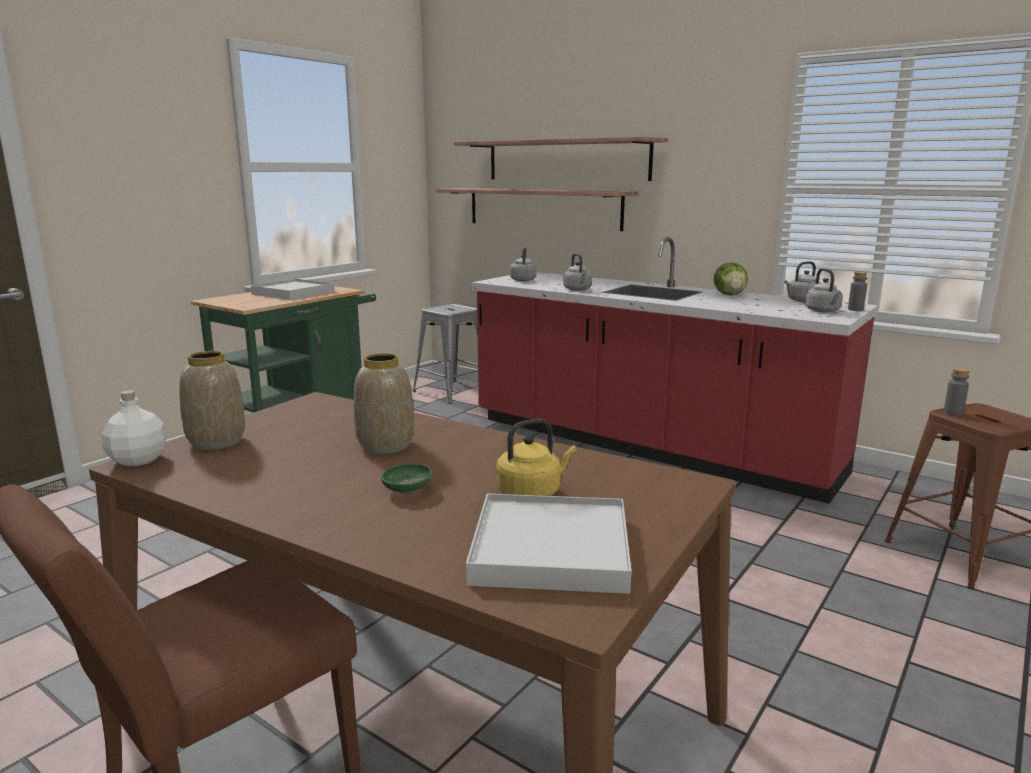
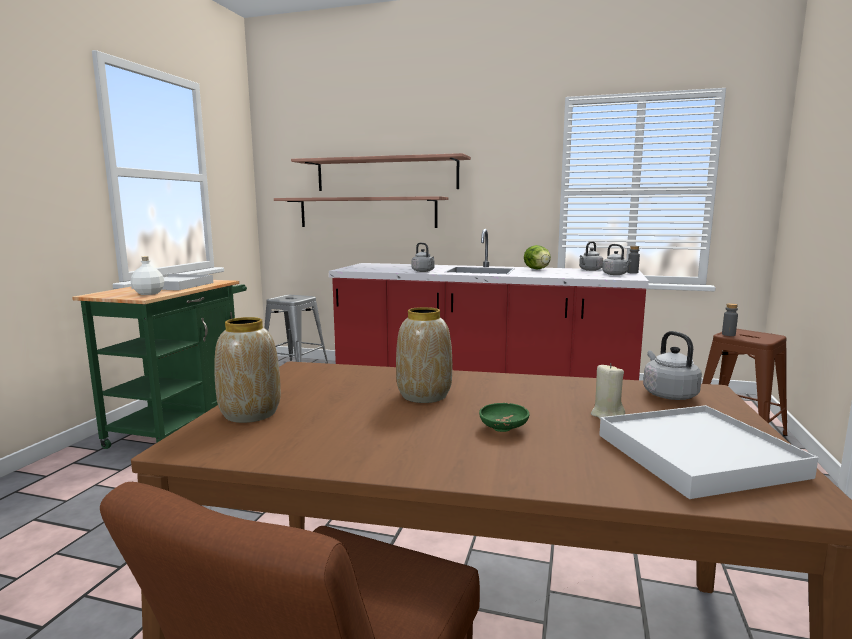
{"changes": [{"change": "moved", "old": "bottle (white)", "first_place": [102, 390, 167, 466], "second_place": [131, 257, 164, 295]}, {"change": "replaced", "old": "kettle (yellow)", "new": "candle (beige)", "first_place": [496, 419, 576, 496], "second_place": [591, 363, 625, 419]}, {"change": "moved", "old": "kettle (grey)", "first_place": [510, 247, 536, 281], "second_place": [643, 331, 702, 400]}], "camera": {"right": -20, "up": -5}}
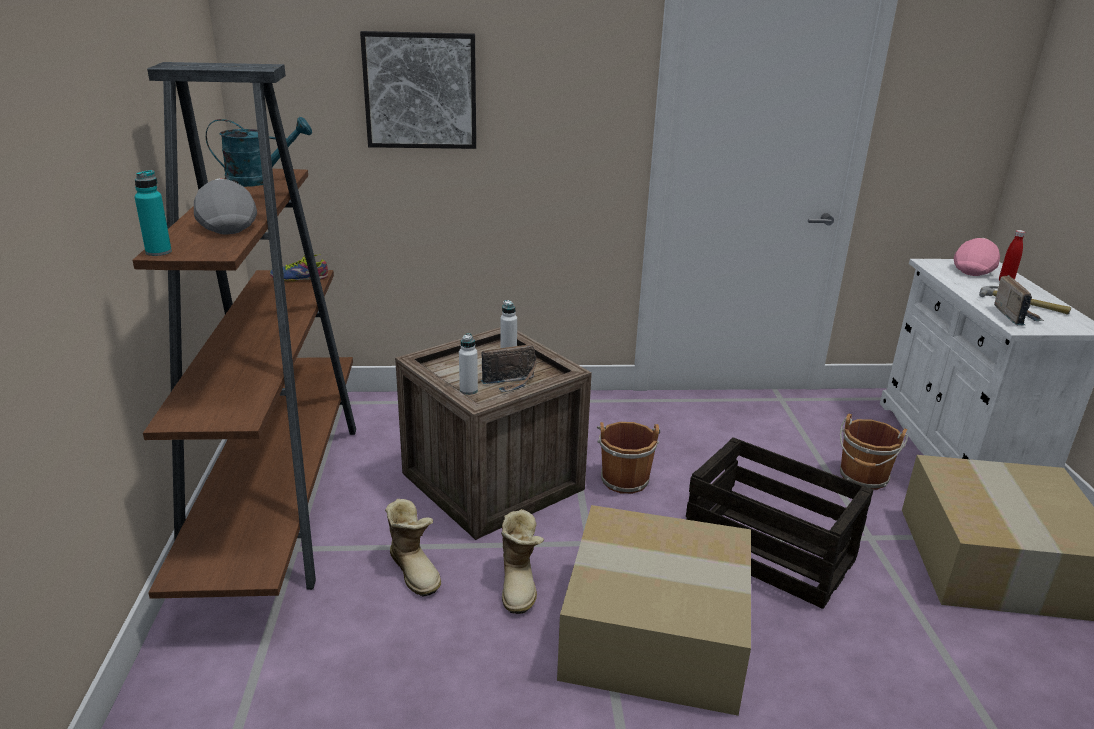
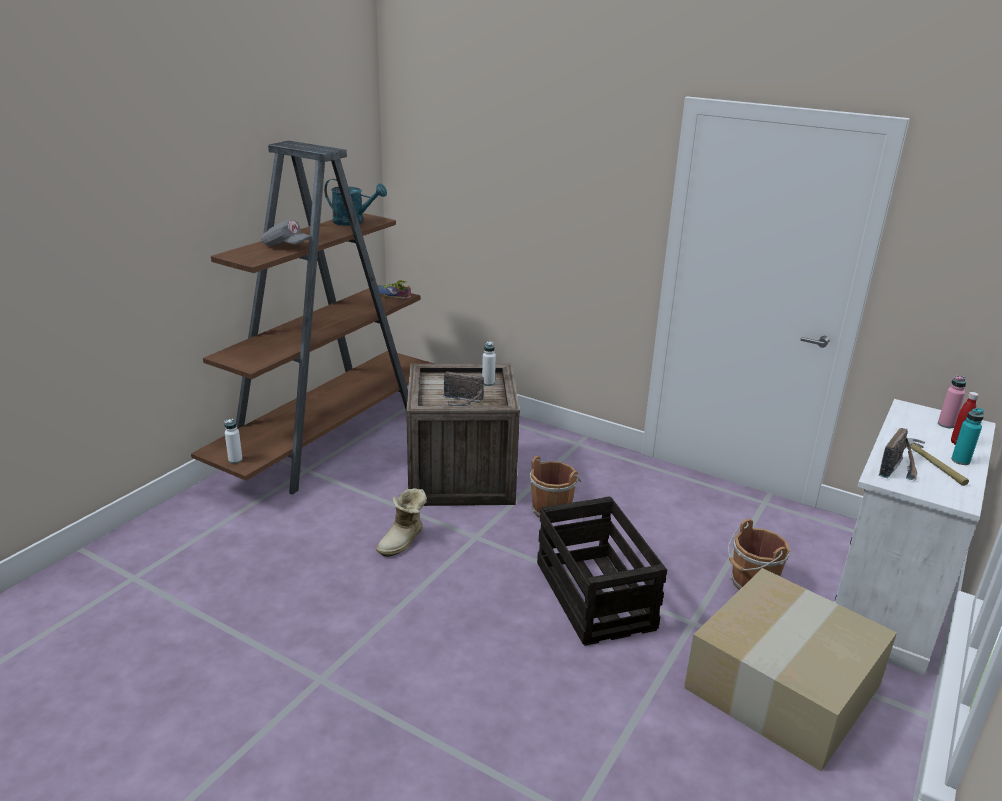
{"changes": [{"change": "moved", "old": "bottle (turquoise)", "first_place": [135, 170, 172, 256], "second_place": [951, 408, 984, 465]}, {"change": "turned", "old": "cap (grey)", "first_place": [194, 179, 257, 235], "second_place": [261, 219, 311, 246], "degrees": 105}, {"change": "removed", "old": "picture", "first_place": [360, 31, 476, 149]}, {"change": "removed", "old": "boot", "first_place": [385, 499, 441, 596]}, {"change": "moved", "old": "bottle (white)", "first_place": [459, 334, 478, 395], "second_place": [224, 419, 243, 463]}, {"change": "removed", "old": "cardboard box", "first_place": [557, 505, 751, 716]}, {"change": "replaced", "old": "cap (pink)", "new": "bottle (pink)", "first_place": [954, 238, 1000, 276], "second_place": [938, 376, 966, 428]}], "camera": {"right": 35, "up": 0}}
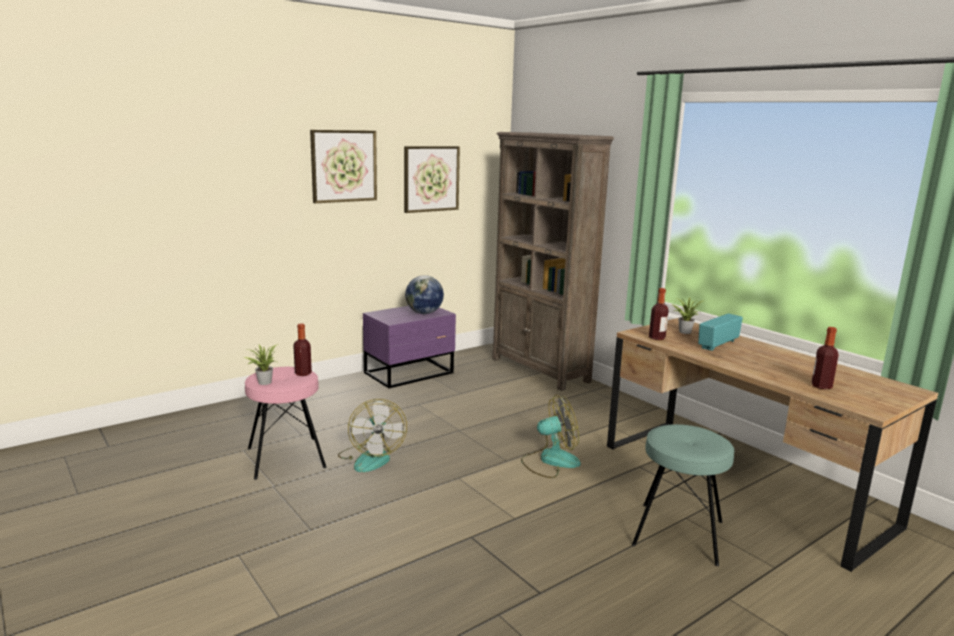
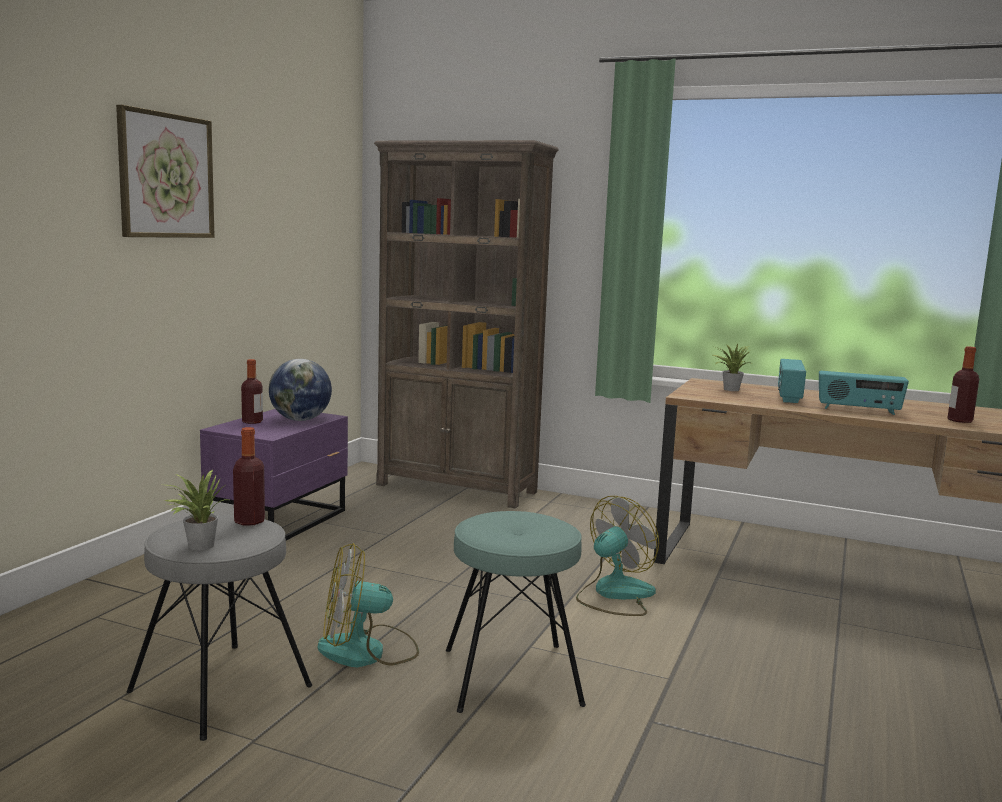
{"changes": [{"change": "recoloured", "old": "stool (pink)", "new": "stool (grey)", "first_place": [245, 367, 326, 480], "second_place": [127, 515, 312, 741]}, {"change": "turned", "old": "fan", "first_place": [338, 399, 407, 472], "second_place": [317, 543, 419, 667], "degrees": 120}, {"change": "removed", "old": "picture", "first_place": [404, 146, 460, 213]}, {"change": "moved", "old": "stool (turquoise)", "first_place": [632, 424, 734, 566], "second_place": [446, 511, 586, 713]}, {"change": "moved", "old": "bottle", "first_place": [649, 288, 669, 340], "second_place": [241, 359, 263, 424]}, {"change": "added", "new": "radio", "second_place": [819, 371, 909, 415]}], "camera": {"right": -30, "up": -5}}
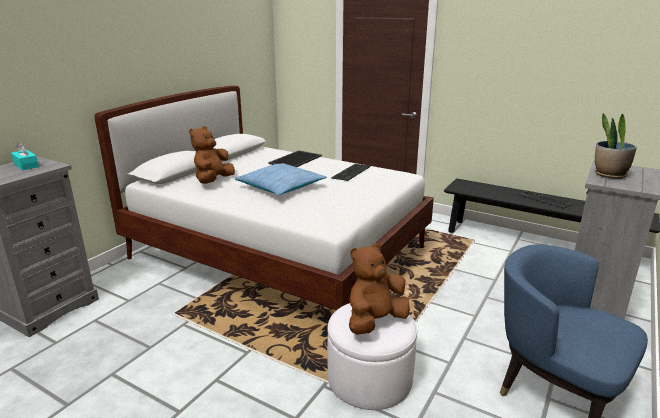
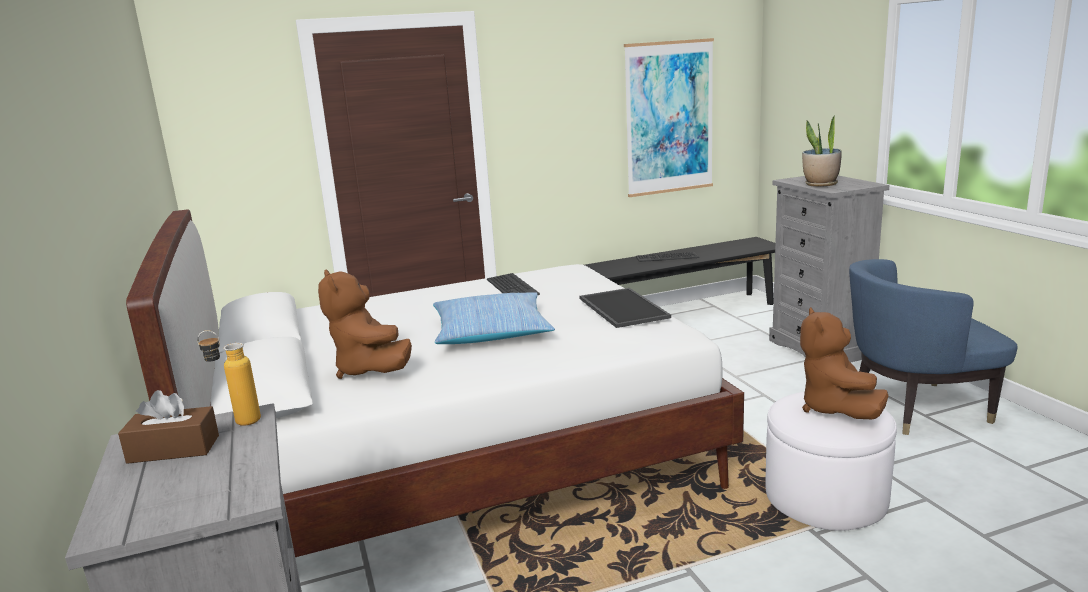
{"changes": [{"change": "recoloured", "old": "tissue box (turquoise)", "new": "tissue box (brown)", "first_place": [11, 143, 39, 170], "second_place": [118, 390, 219, 464]}, {"change": "moved", "old": "tray", "first_place": [269, 150, 322, 167], "second_place": [579, 288, 671, 328]}, {"change": "added", "new": "bottle", "second_place": [197, 330, 261, 426]}, {"change": "added", "new": "picture", "second_place": [624, 38, 714, 197]}], "camera": {"right": -50, "up": -5}}
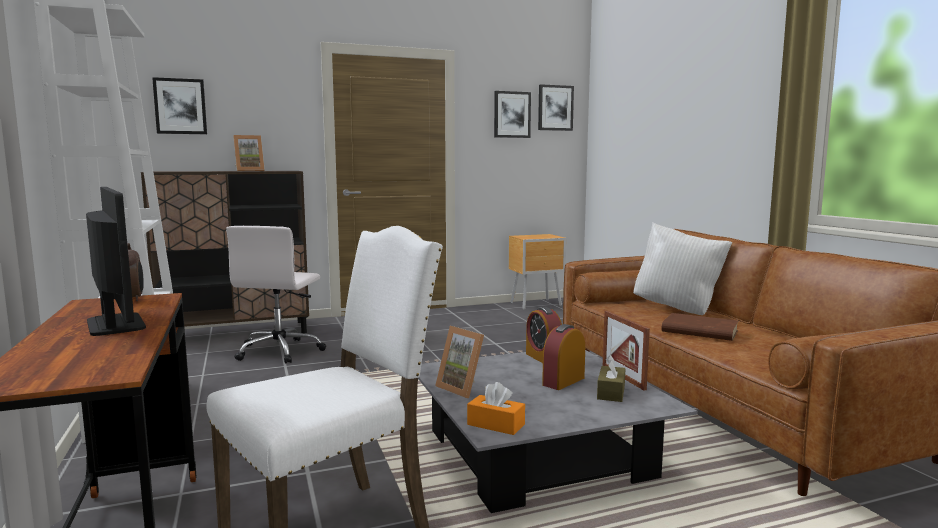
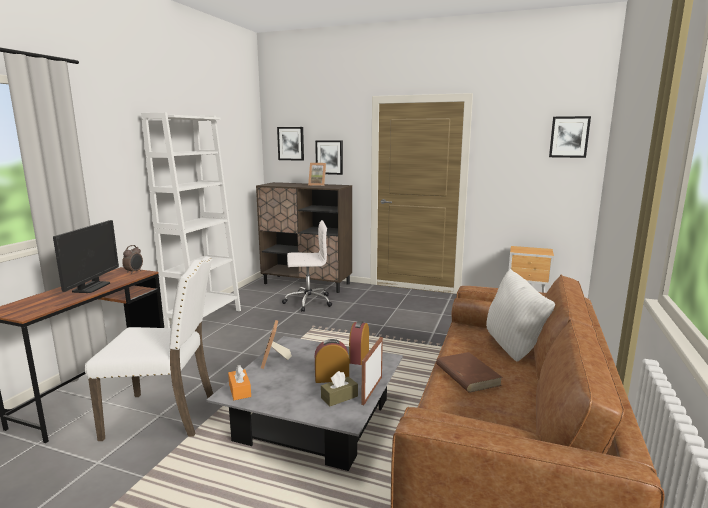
{"changes": [{"change": "turned", "old": "office chair (white)", "first_place": [226, 226, 326, 364], "second_place": [282, 220, 332, 312], "degrees": -150}, {"change": "moved", "old": "picture", "first_place": [494, 91, 531, 138], "second_place": [315, 140, 343, 175]}], "camera": {"right": 40, "up": 5}}
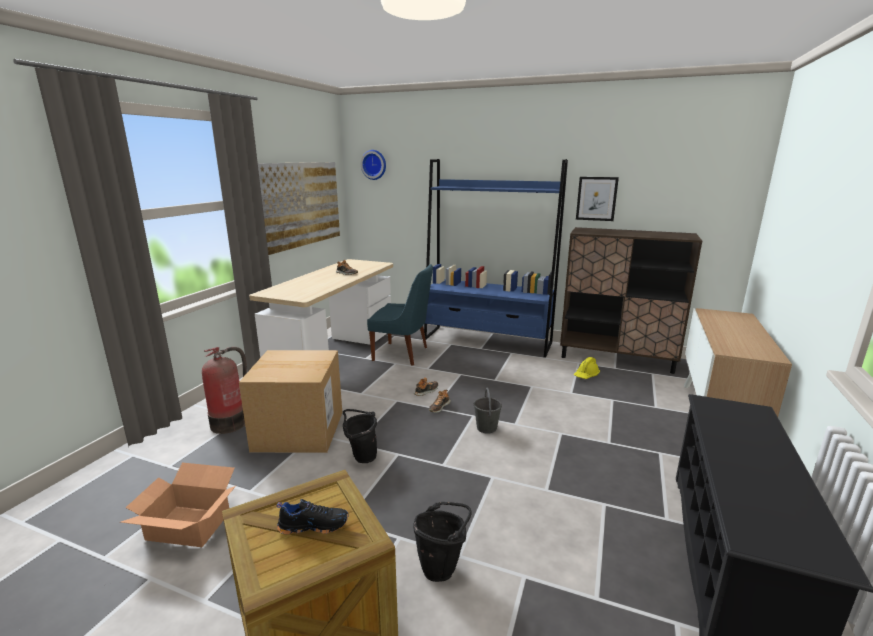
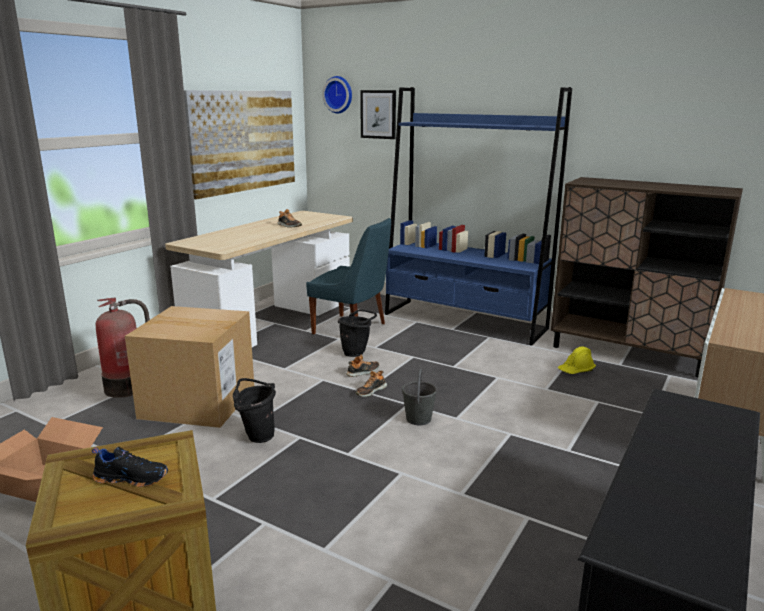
{"changes": [{"change": "moved", "old": "bucket (black)", "first_place": [413, 502, 472, 582], "second_place": [338, 310, 377, 357]}, {"change": "moved", "old": "picture", "first_place": [576, 177, 619, 221], "second_place": [360, 90, 396, 139]}], "camera": {"right": 10, "up": 0}}
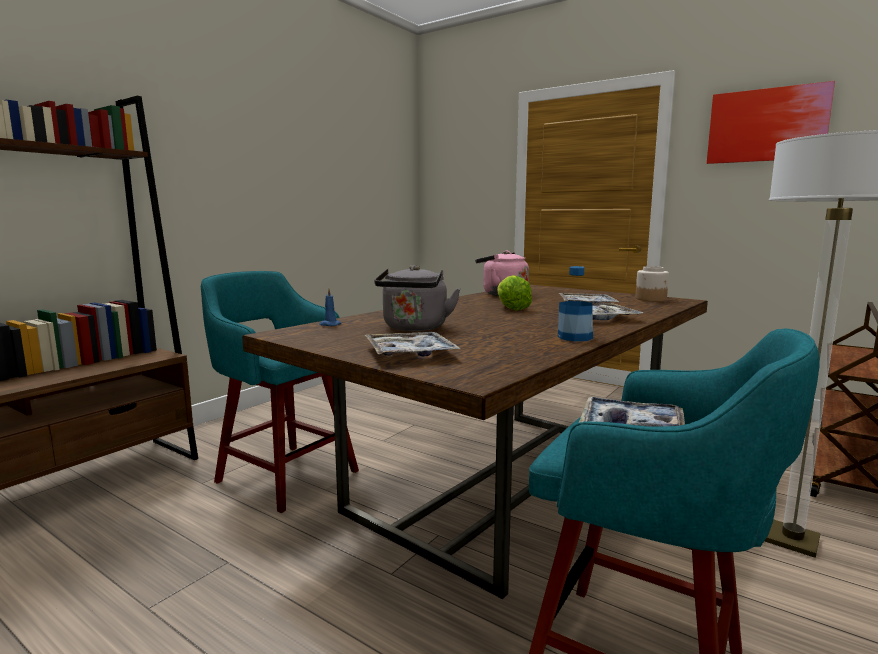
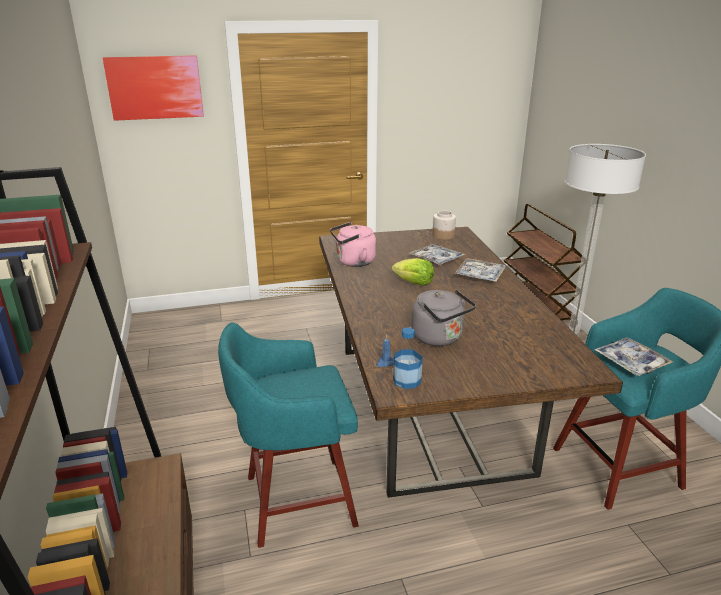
{"changes": [{"change": "removed", "old": "tray", "first_place": [365, 332, 460, 356]}, {"change": "moved", "old": "bottle", "first_place": [558, 266, 593, 341], "second_place": [393, 327, 423, 389]}, {"change": "moved", "old": "picture", "first_place": [707, 81, 835, 164], "second_place": [103, 55, 204, 121]}], "camera": {"right": -50, "up": 15}}
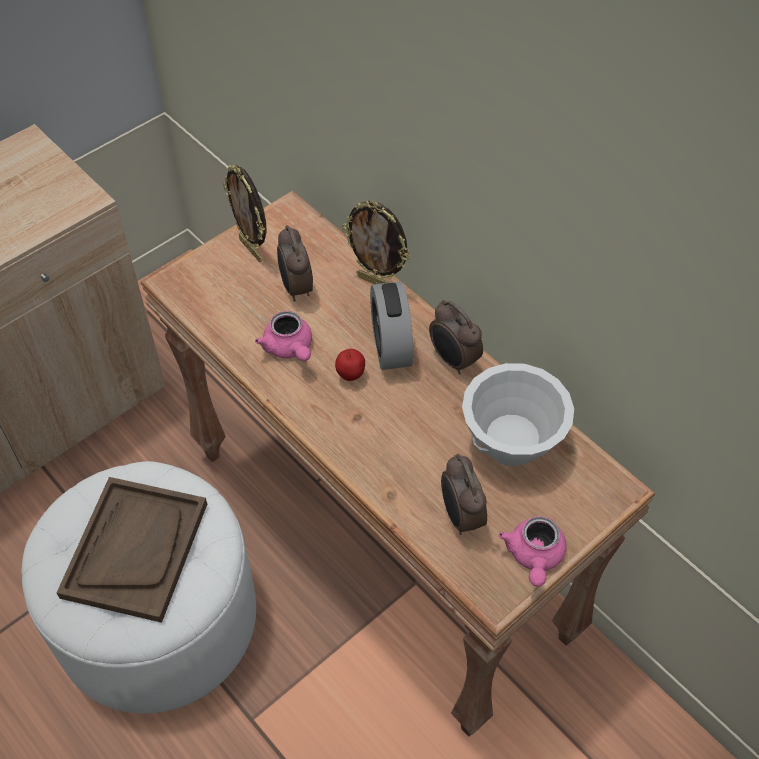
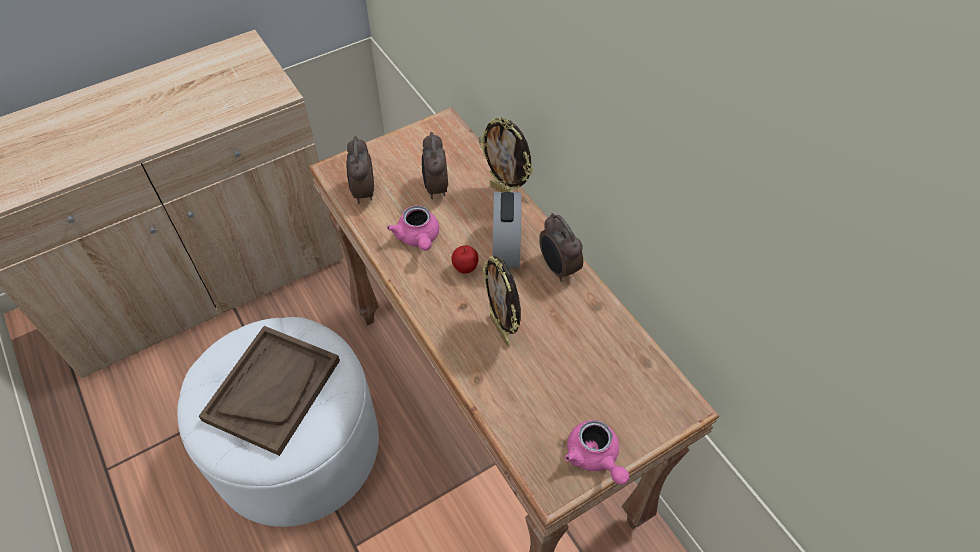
{"changes": [{"change": "moved", "old": "picture frame", "first_place": [223, 165, 267, 262], "second_place": [482, 256, 521, 347]}, {"change": "moved", "old": "alarm clock", "first_place": [441, 454, 487, 535], "second_place": [346, 136, 374, 204]}, {"change": "removed", "old": "bowl (white)", "first_place": [462, 363, 574, 466]}, {"change": "turned", "old": "teapot (pink)", "first_place": [499, 516, 567, 587], "second_place": [565, 420, 629, 485], "degrees": -45}], "camera": {"right": 10, "up": 0}}
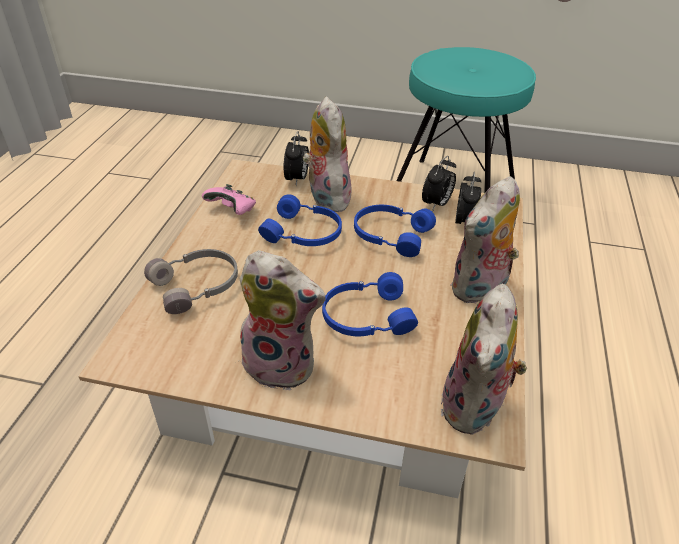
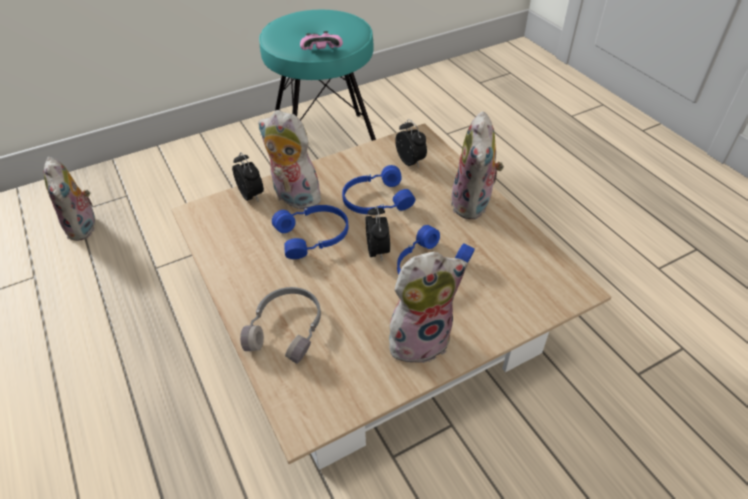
{"changes": [{"change": "moved", "old": "game controller (pink)", "first_place": [202, 184, 256, 215], "second_place": [300, 31, 343, 50]}, {"change": "moved", "old": "alarm clock", "first_place": [422, 156, 456, 211], "second_place": [366, 205, 390, 261]}, {"change": "moved", "old": "plush toy", "first_place": [441, 284, 527, 435], "second_place": [44, 157, 99, 241]}], "camera": {"right": -40, "up": 5}}
